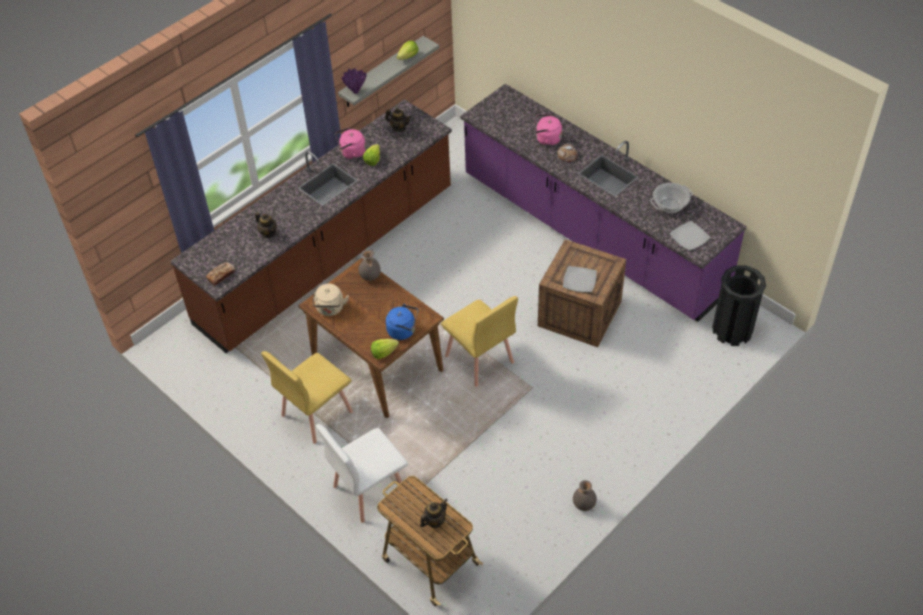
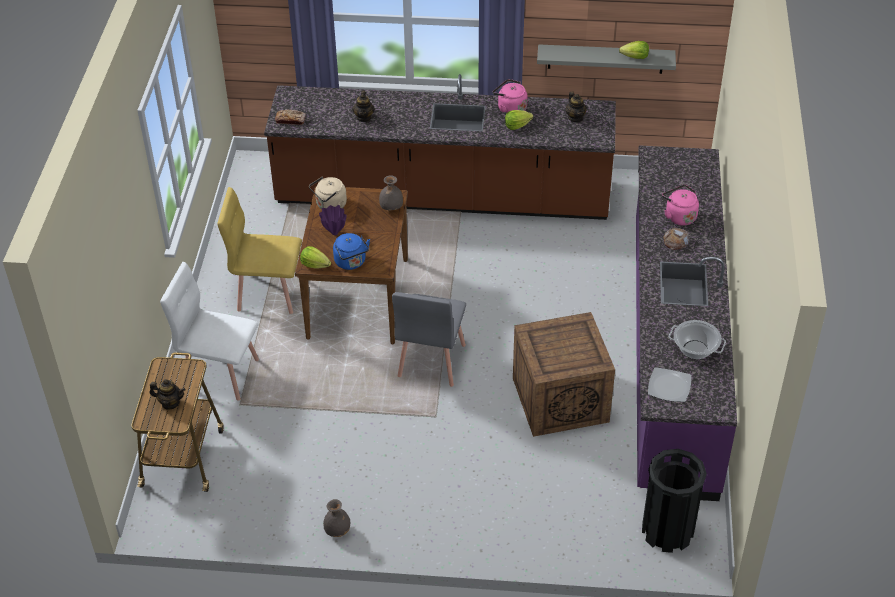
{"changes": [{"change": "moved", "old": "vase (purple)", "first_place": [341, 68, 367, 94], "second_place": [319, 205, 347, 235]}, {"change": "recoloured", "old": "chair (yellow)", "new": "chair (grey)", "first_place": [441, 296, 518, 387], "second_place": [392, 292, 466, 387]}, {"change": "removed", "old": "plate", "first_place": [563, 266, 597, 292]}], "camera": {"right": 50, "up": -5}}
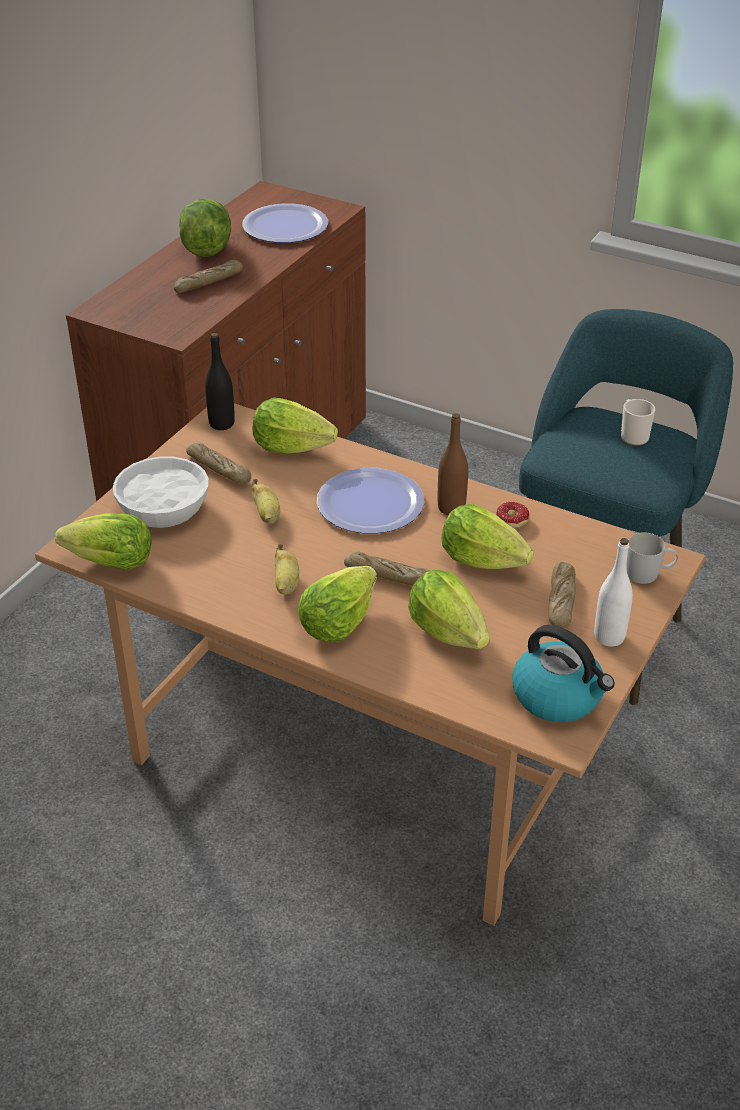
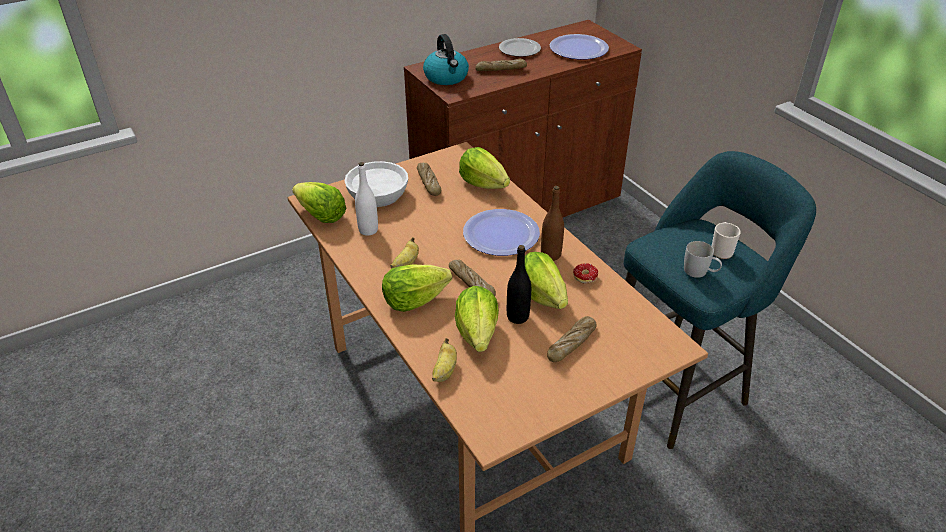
{"changes": [{"change": "replaced", "old": "lettuce", "new": "plate", "first_place": [179, 199, 231, 257], "second_place": [499, 38, 541, 57]}, {"change": "moved", "old": "bottle (black)", "first_place": [205, 333, 235, 430], "second_place": [507, 245, 531, 324]}, {"change": "moved", "old": "banana", "first_place": [252, 479, 280, 524], "second_place": [432, 338, 457, 382]}, {"change": "moved", "old": "kettle", "first_place": [512, 625, 615, 722], "second_place": [423, 34, 469, 85]}, {"change": "moved", "old": "bottle (white)", "first_place": [594, 538, 633, 647], "second_place": [355, 162, 378, 236]}, {"change": "moved", "old": "mug (white)", "first_place": [626, 532, 678, 584], "second_place": [684, 241, 722, 278]}], "camera": {"right": 30, "up": 0}}
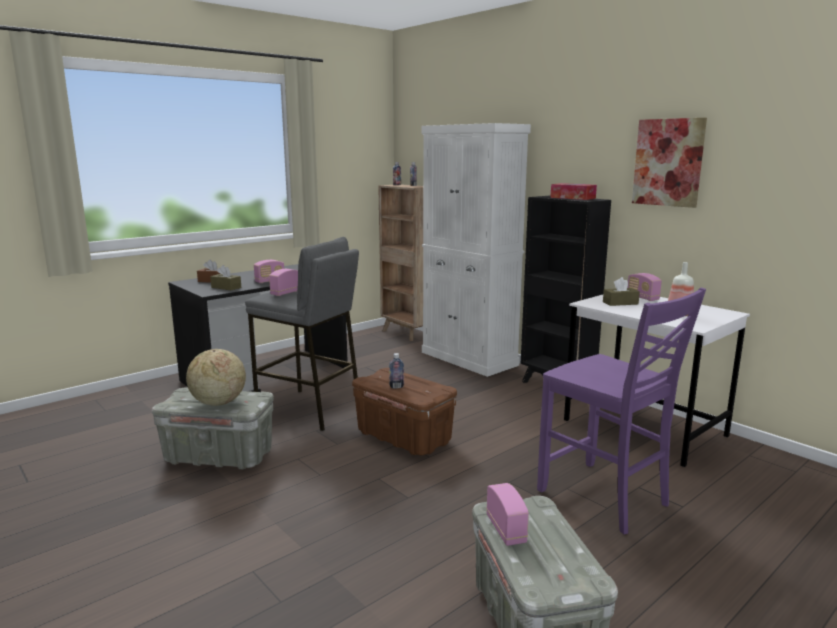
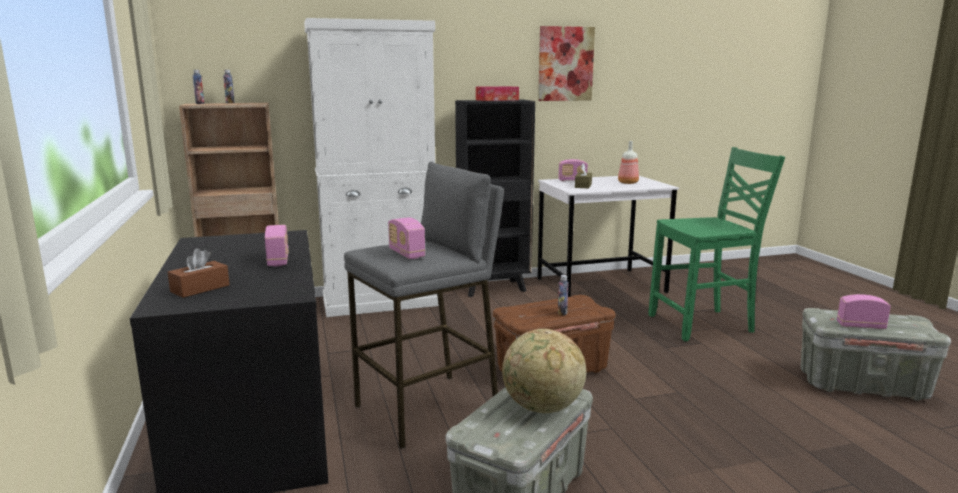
{"changes": [{"change": "removed", "old": "tissue box (brown)", "first_place": [210, 265, 241, 290]}, {"change": "recoloured", "old": "chair (purple)", "new": "chair (green)", "first_place": [537, 287, 706, 535], "second_place": [648, 147, 785, 341]}], "camera": {"right": -65, "up": 0}}
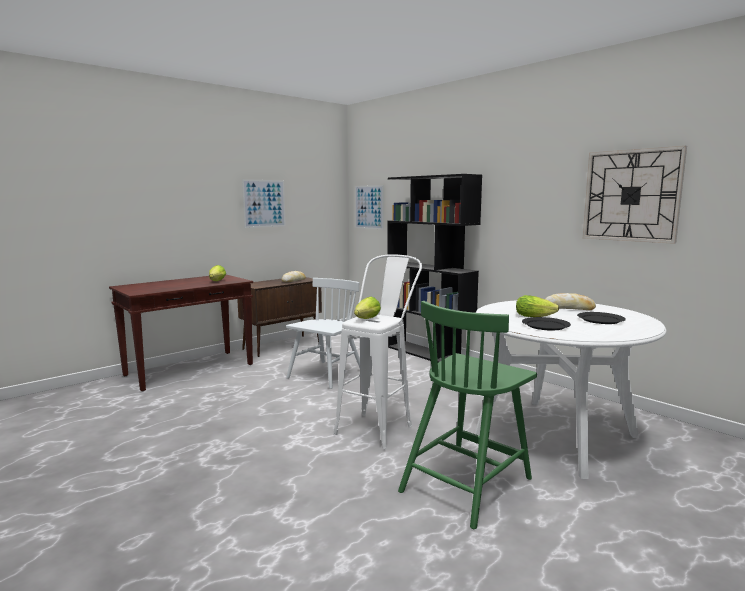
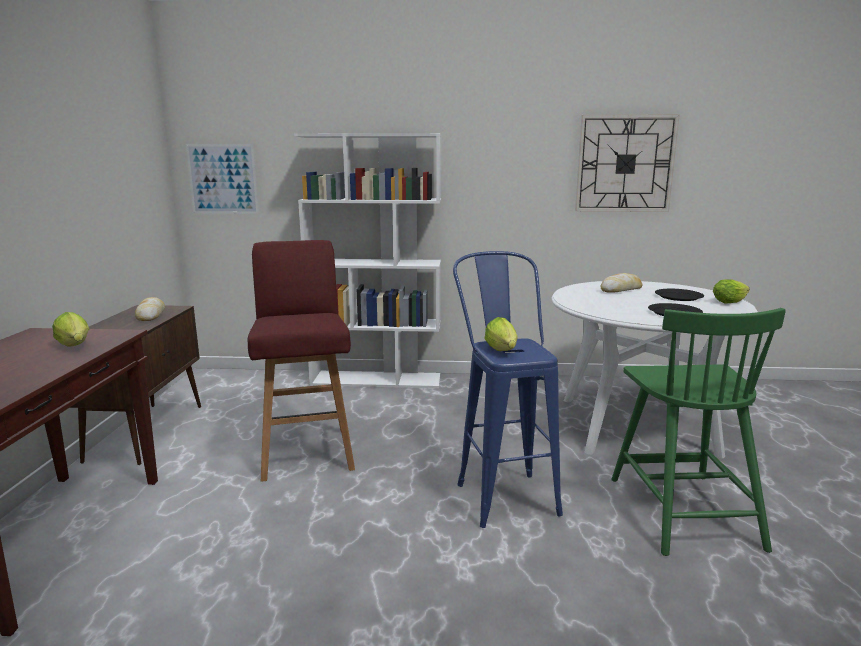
{"changes": [{"change": "removed", "old": "picture", "first_place": [242, 179, 286, 228]}, {"change": "replaced", "old": "chair (white)", "new": "stool (red)", "first_place": [286, 278, 360, 389], "second_place": [248, 240, 355, 482]}, {"change": "recoloured", "old": "stool (white)", "new": "stool (blue)", "first_place": [333, 254, 422, 449], "second_place": [453, 251, 563, 528]}, {"change": "recoloured", "old": "bookcase (black)", "new": "bookcase (white)", "first_place": [387, 174, 482, 362], "second_place": [294, 133, 442, 388]}, {"change": "moved", "old": "lettuce", "first_place": [516, 295, 559, 317], "second_place": [713, 280, 750, 304]}], "camera": {"right": -45, "up": 5}}
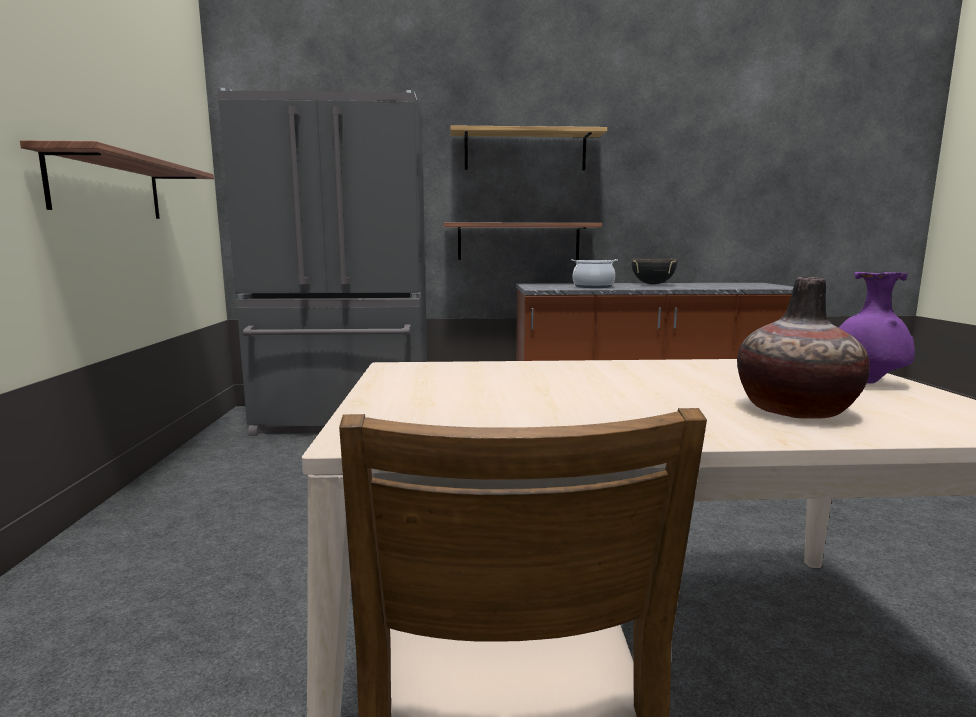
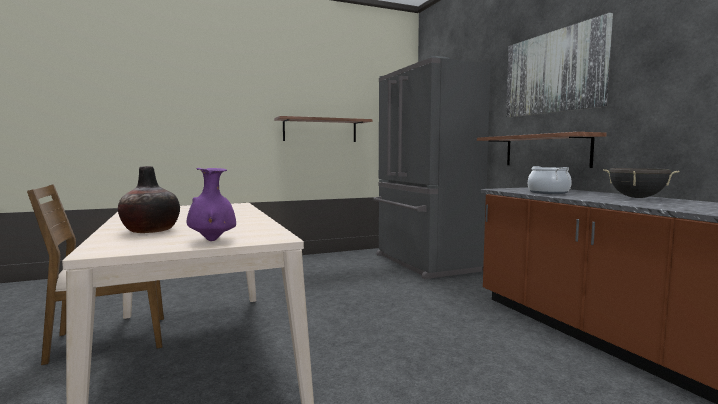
{"changes": [{"change": "replaced", "old": "shelf", "new": "picture", "first_place": [450, 125, 607, 171], "second_place": [506, 13, 613, 118]}], "camera": {"right": 70, "up": -5}}
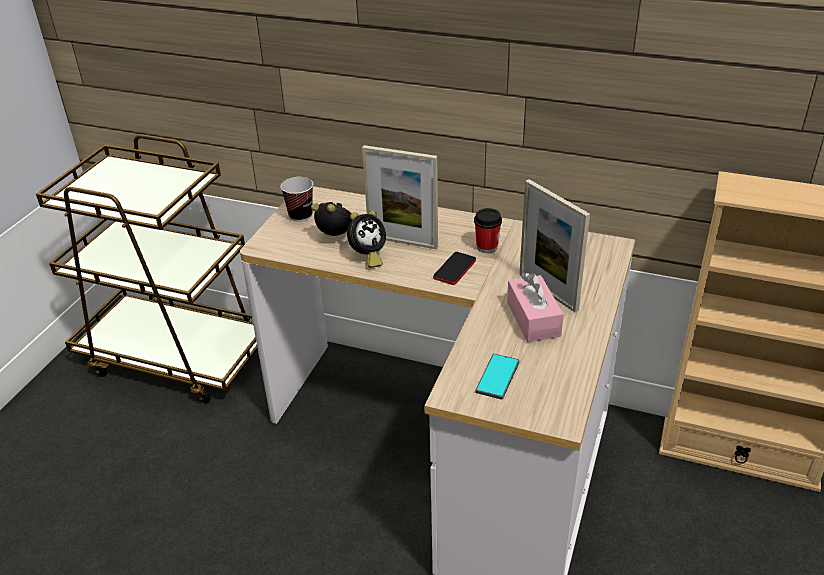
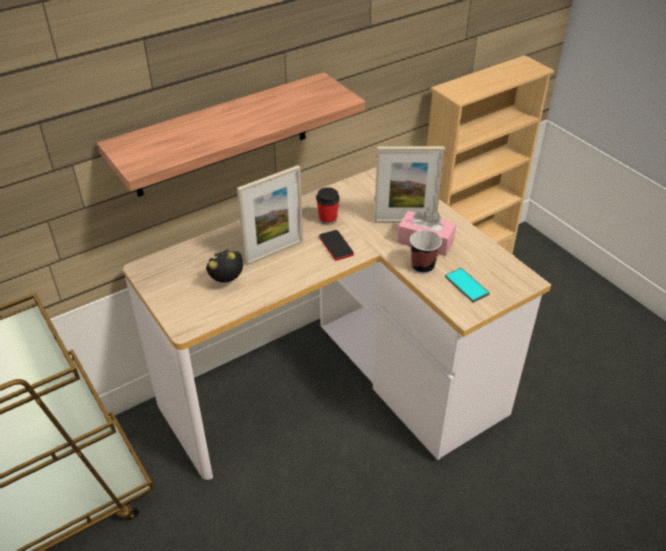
{"changes": [{"change": "moved", "old": "cup", "first_place": [280, 177, 313, 222], "second_place": [410, 230, 442, 274]}, {"change": "removed", "old": "alarm clock", "first_place": [347, 210, 386, 268]}, {"change": "added", "new": "shelf", "second_place": [97, 72, 365, 197]}], "camera": {"right": -55, "up": 5}}
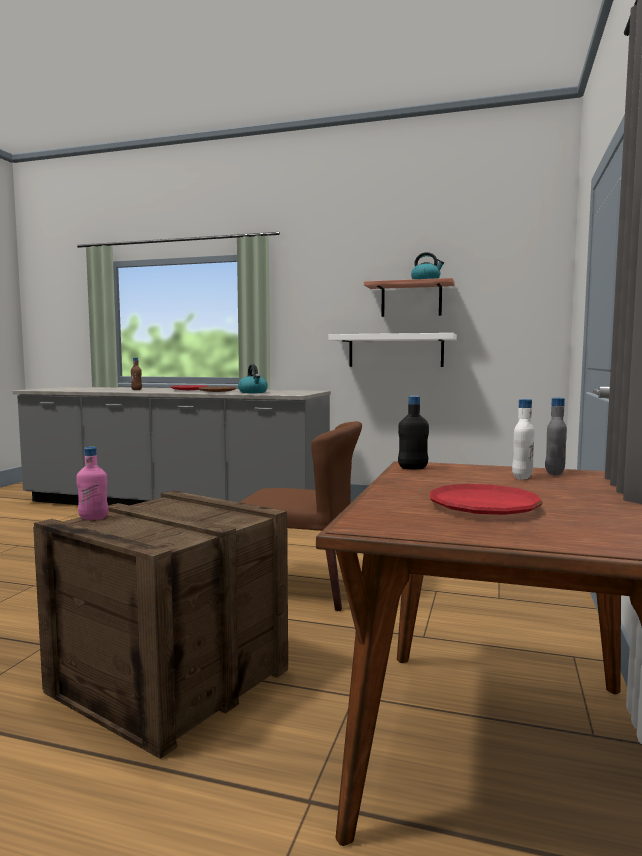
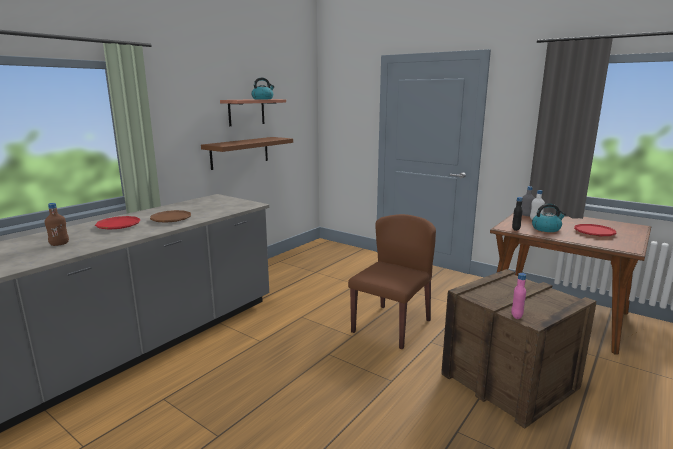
{"changes": [{"change": "moved", "old": "kettle", "first_place": [238, 364, 268, 393], "second_place": [532, 204, 566, 232]}, {"change": "recoloured", "old": "shelf (white)", "new": "shelf (brown)", "first_place": [329, 333, 457, 367], "second_place": [201, 137, 293, 170]}], "camera": {"right": -70, "up": 10}}
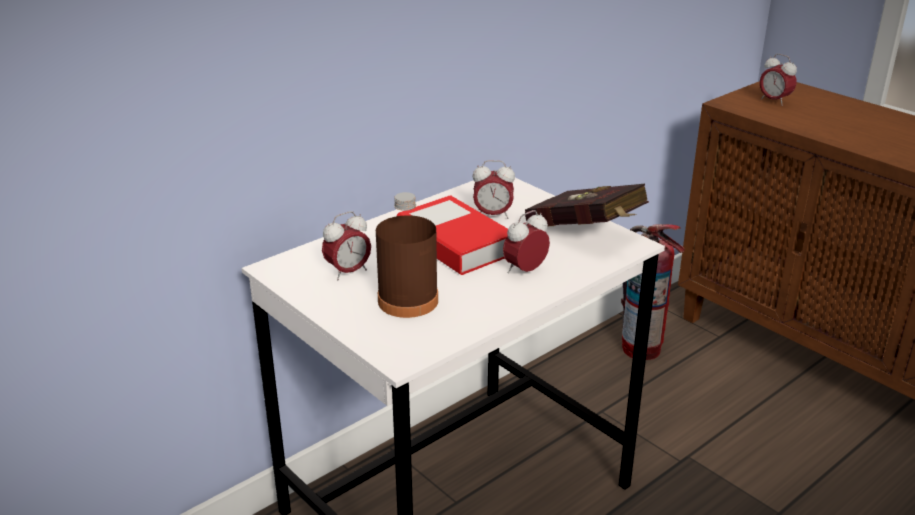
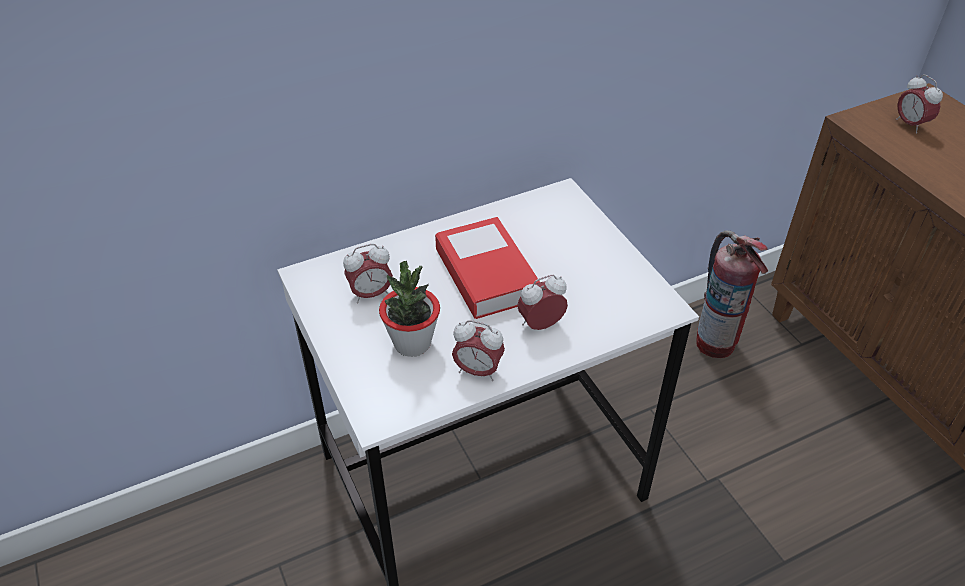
{"changes": [{"change": "replaced", "old": "bottle (brown)", "new": "potted plant", "first_place": [376, 192, 438, 318], "second_place": [379, 261, 440, 357]}, {"change": "moved", "old": "alarm clock", "first_place": [472, 160, 515, 219], "second_place": [452, 320, 505, 381]}, {"change": "removed", "old": "book (red)", "first_place": [525, 184, 649, 226]}], "camera": {"right": 15, "up": 15}}
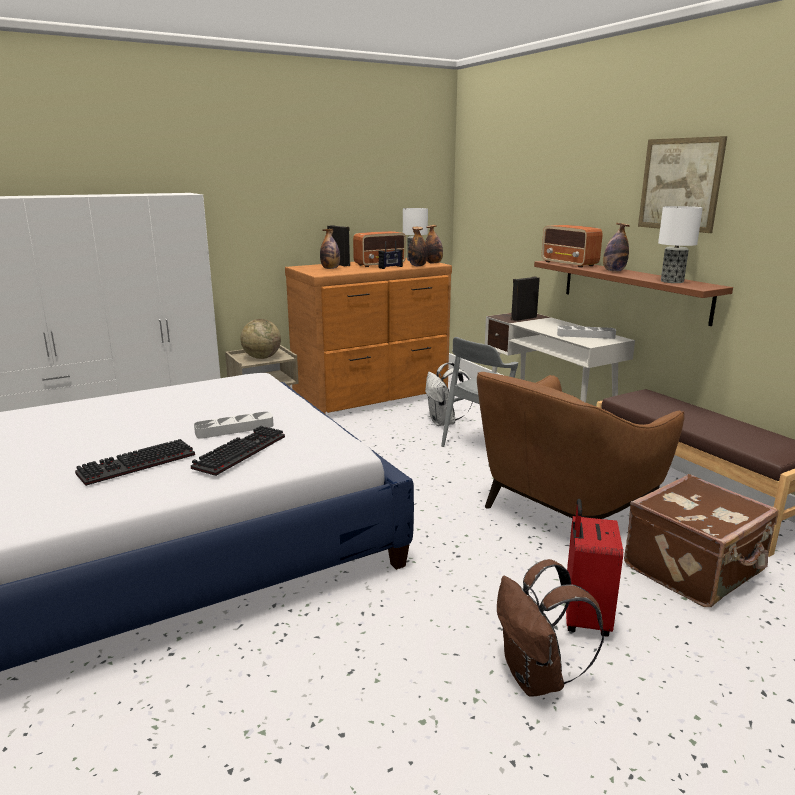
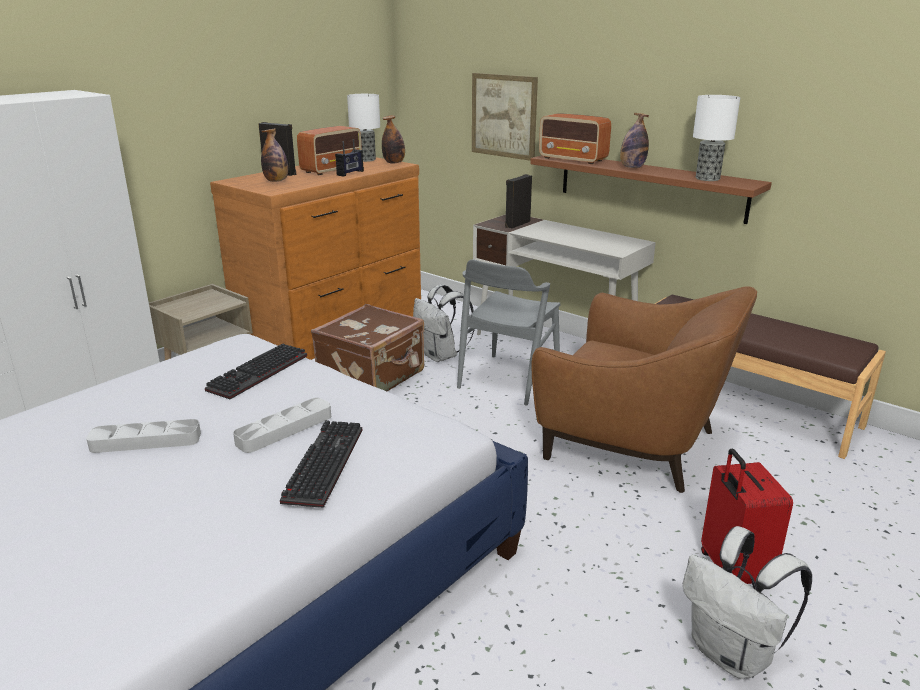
{"changes": [{"change": "moved", "old": "keyboard", "first_place": [75, 439, 195, 486], "second_place": [205, 343, 307, 399]}, {"change": "removed", "old": "globe", "first_place": [241, 319, 281, 359]}, {"change": "removed", "old": "bottle", "first_place": [408, 227, 428, 266]}, {"change": "turned", "old": "armchair (brown)", "first_place": [477, 372, 684, 519], "second_place": [531, 286, 757, 493], "degrees": -90}, {"change": "recoloured", "old": "backpack (brown)", "new": "backpack (white)", "first_place": [497, 559, 604, 697], "second_place": [683, 526, 812, 679]}, {"change": "moved", "old": "tray (grey)", "first_place": [557, 326, 616, 339], "second_place": [86, 419, 201, 453]}, {"change": "moved", "old": "suitcase (brown)", "first_place": [624, 474, 779, 607], "second_place": [311, 304, 424, 392]}, {"change": "moved", "old": "picture", "first_place": [638, 136, 727, 233], "second_place": [472, 73, 538, 161]}], "camera": {"right": -20, "up": 5}}
